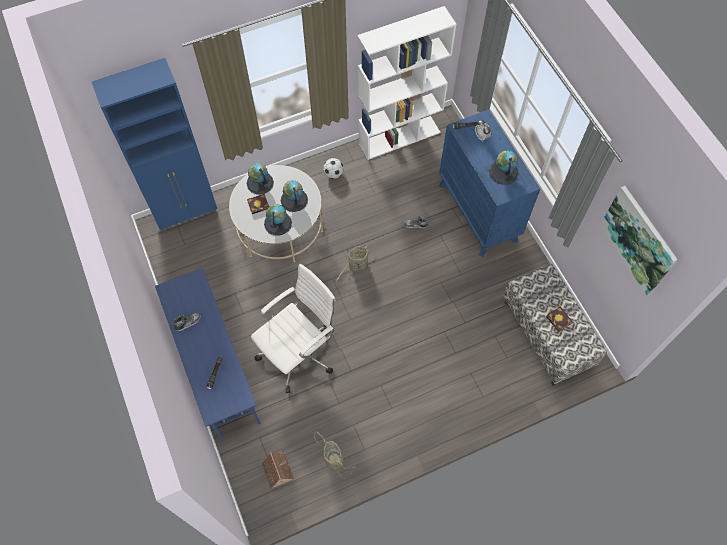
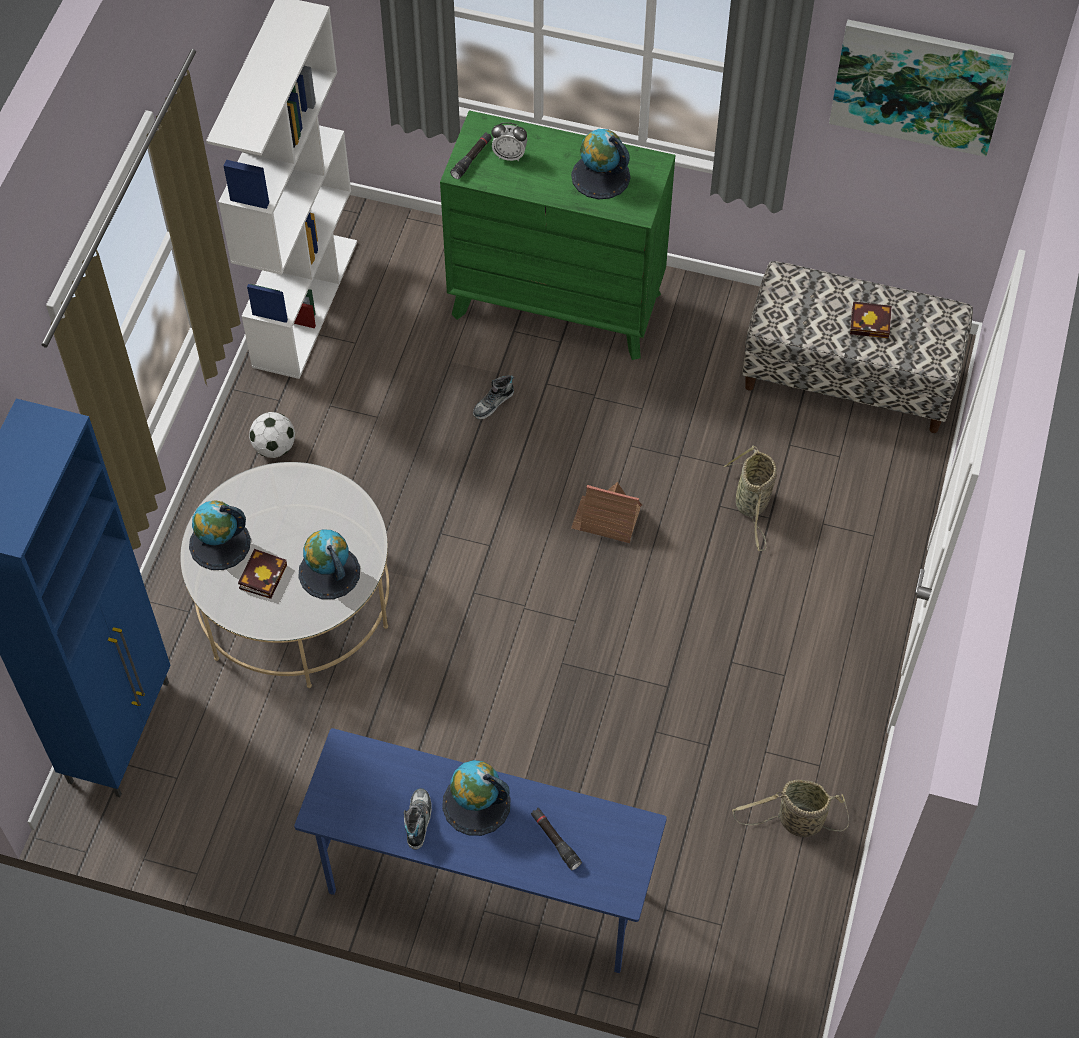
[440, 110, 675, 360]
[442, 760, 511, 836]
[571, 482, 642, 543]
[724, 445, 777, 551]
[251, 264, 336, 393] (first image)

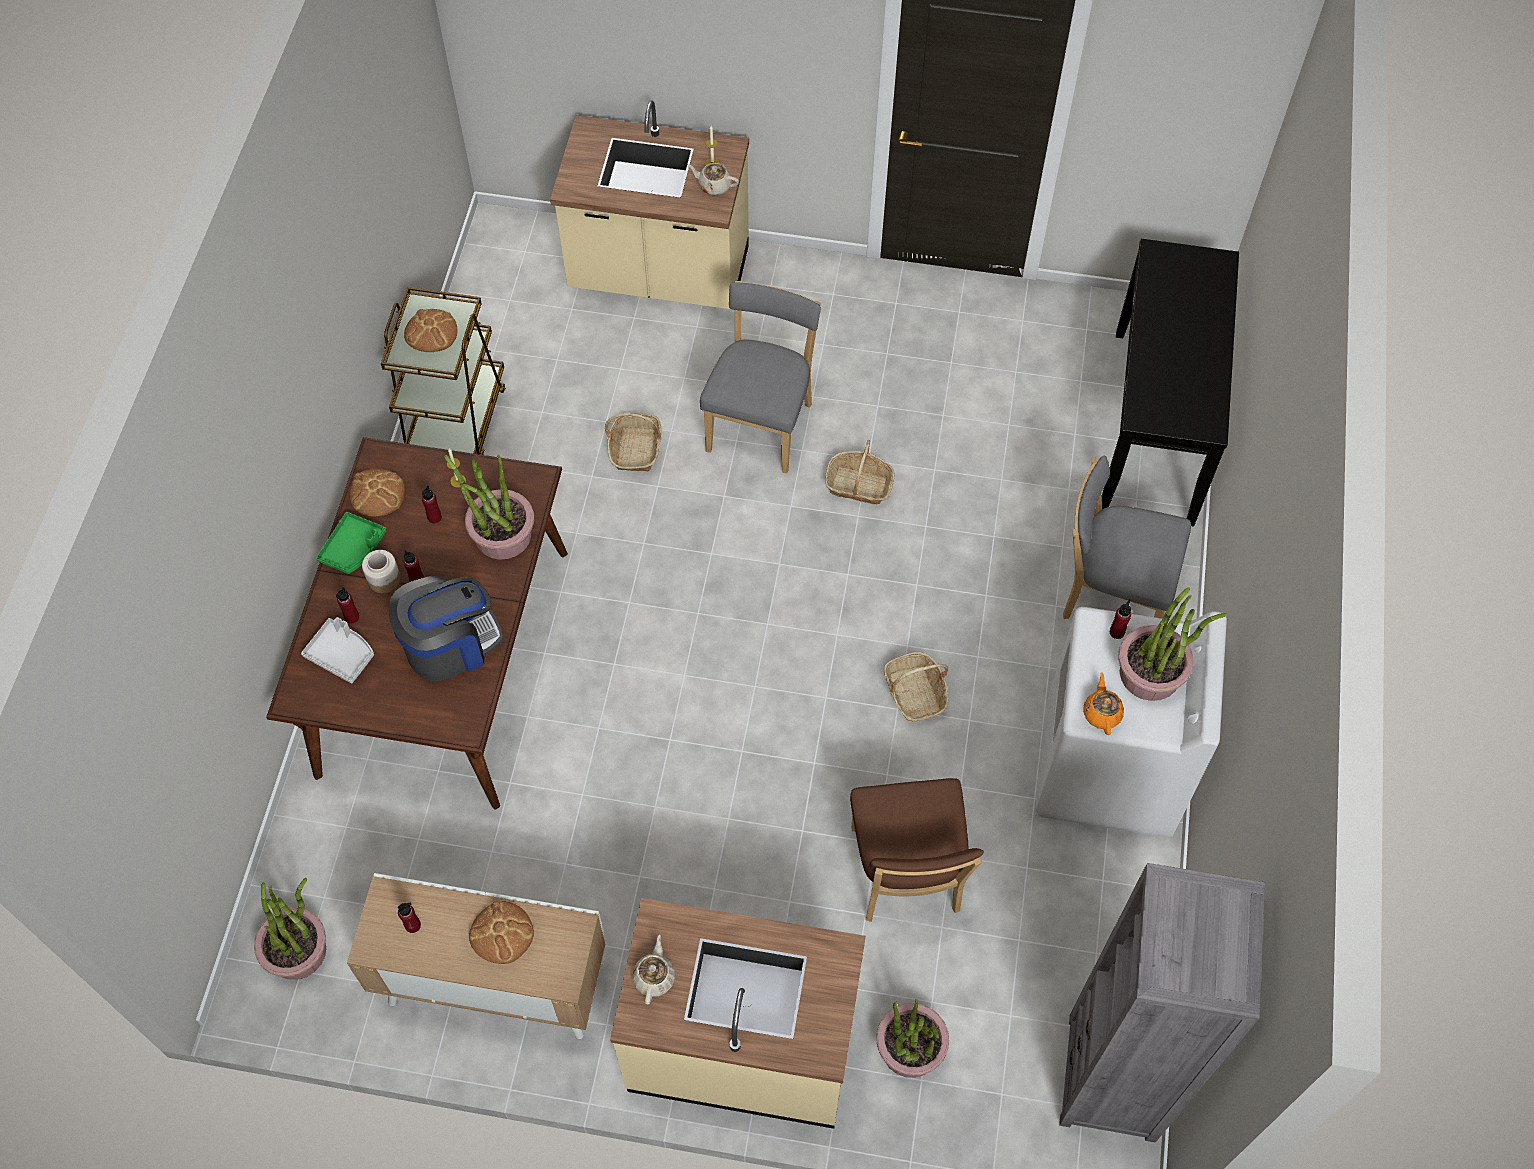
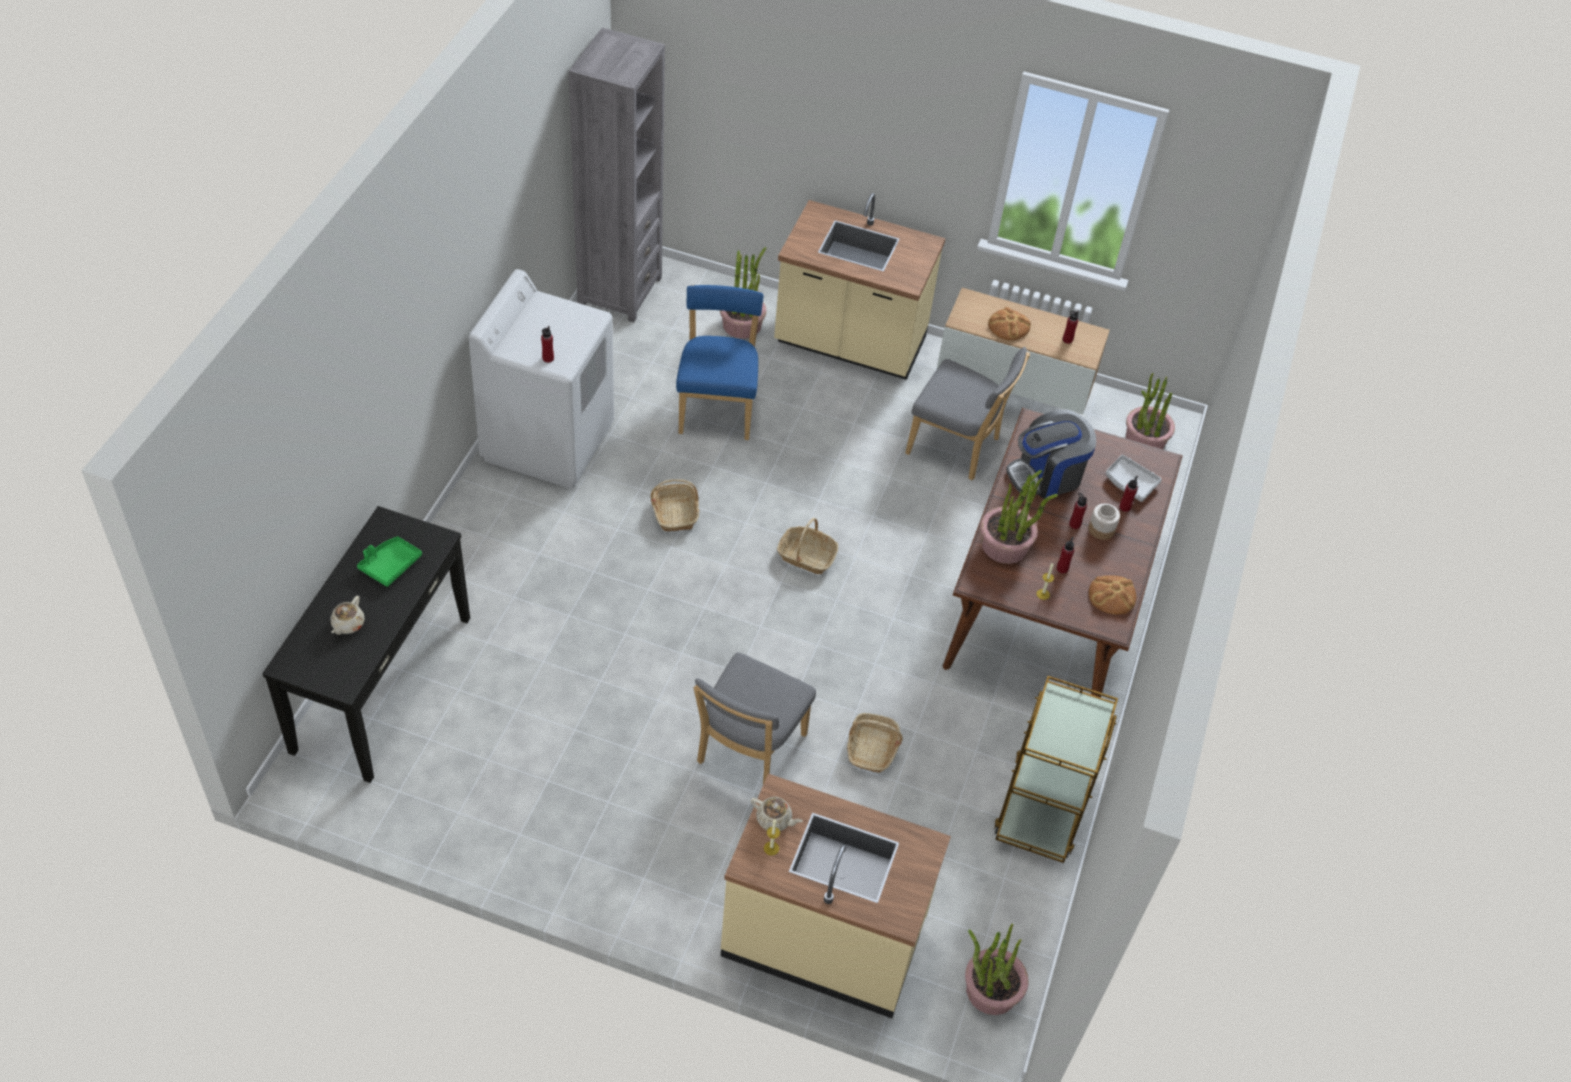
[330, 596, 365, 635]
[357, 537, 422, 587]
[676, 285, 763, 440]
[777, 518, 838, 574]
[905, 347, 1030, 481]
[965, 924, 1029, 1015]
[404, 309, 458, 352] (first image)
[1083, 672, 1124, 735] (first image)

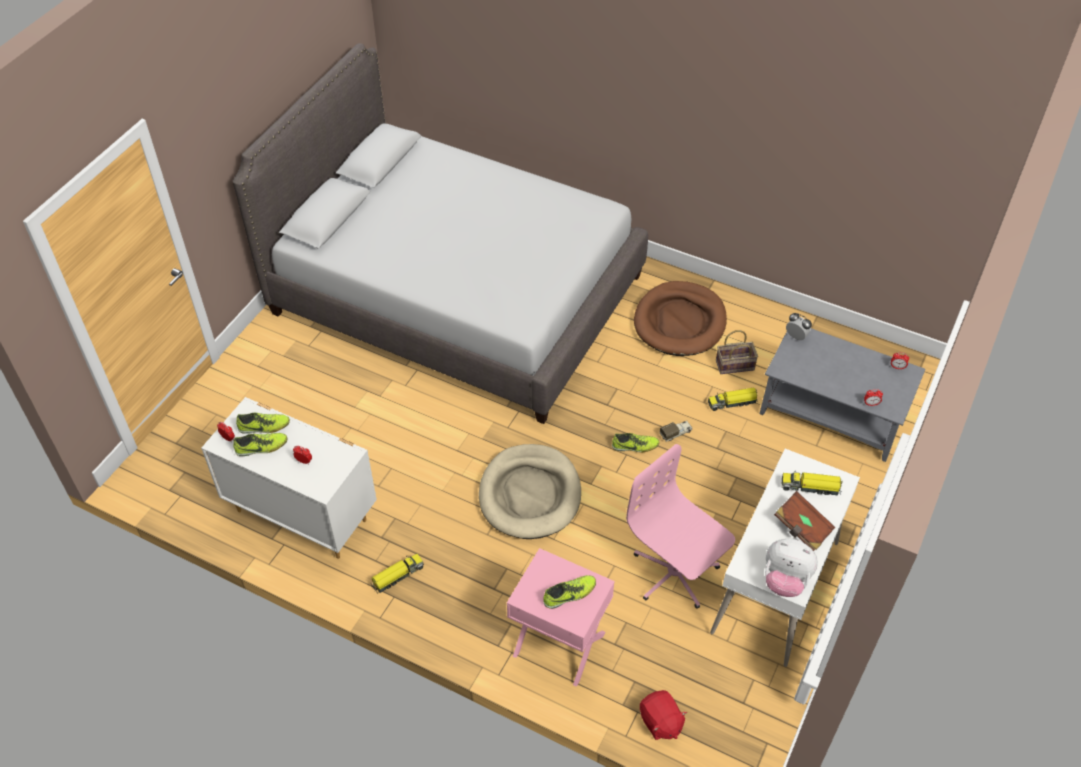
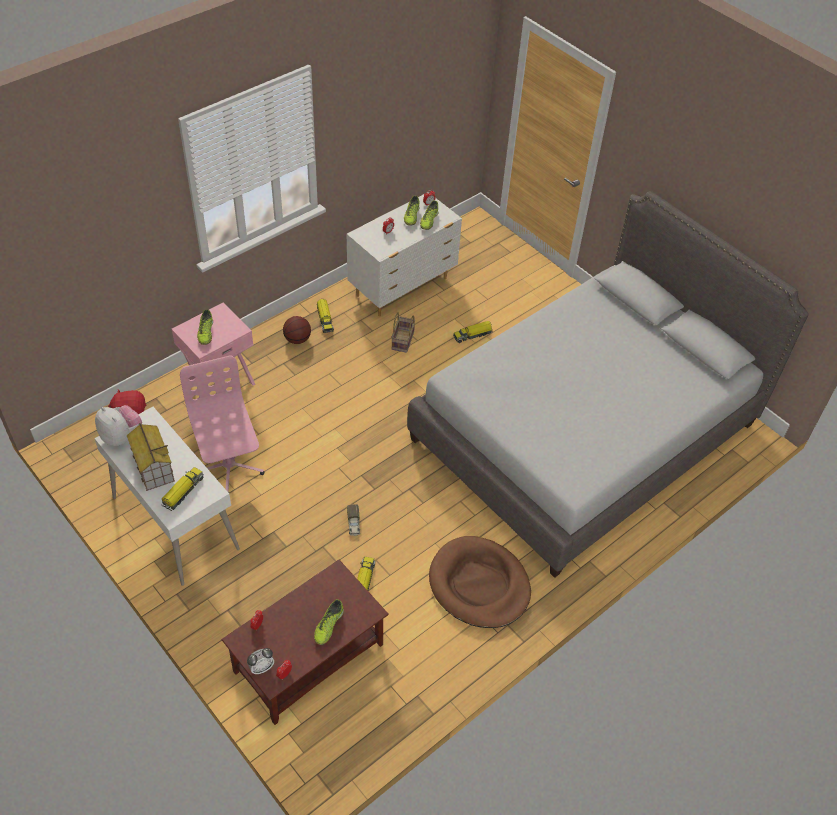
[95, 405, 142, 446]
[127, 423, 175, 491]
[180, 355, 264, 493]
[222, 560, 389, 725]
[247, 648, 274, 675]
[283, 316, 311, 344]
[314, 599, 344, 645]
[391, 312, 415, 353]
[453, 321, 493, 343]
[479, 444, 581, 539] (first image)

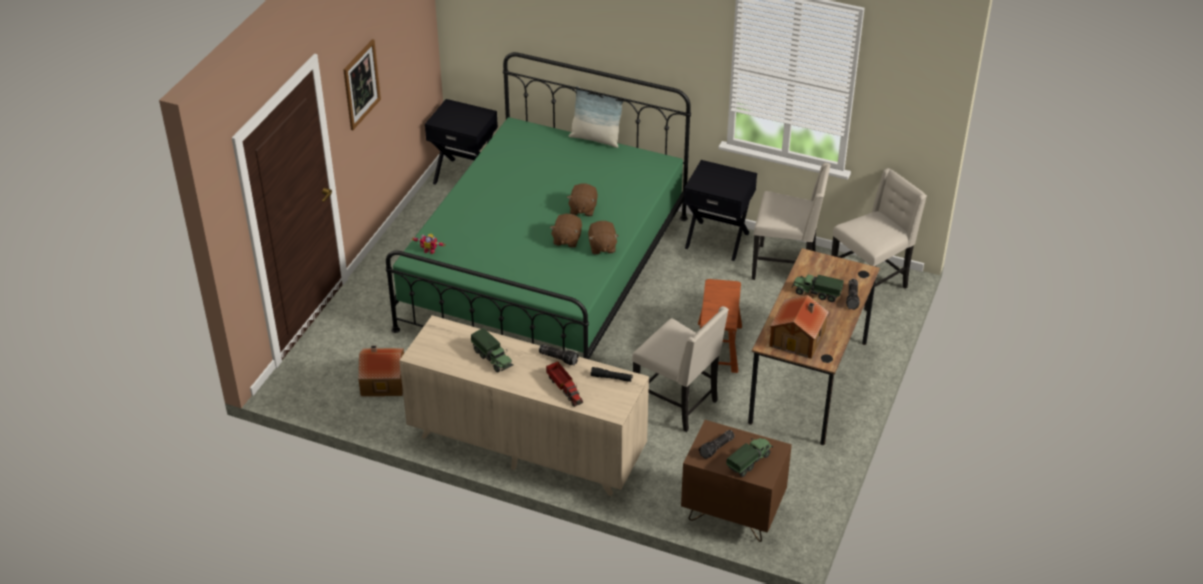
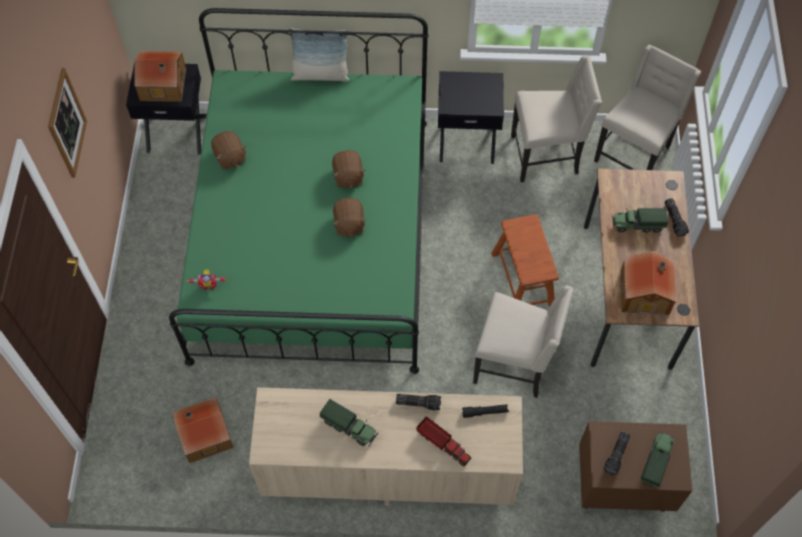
[134, 51, 186, 102]
[211, 131, 246, 169]

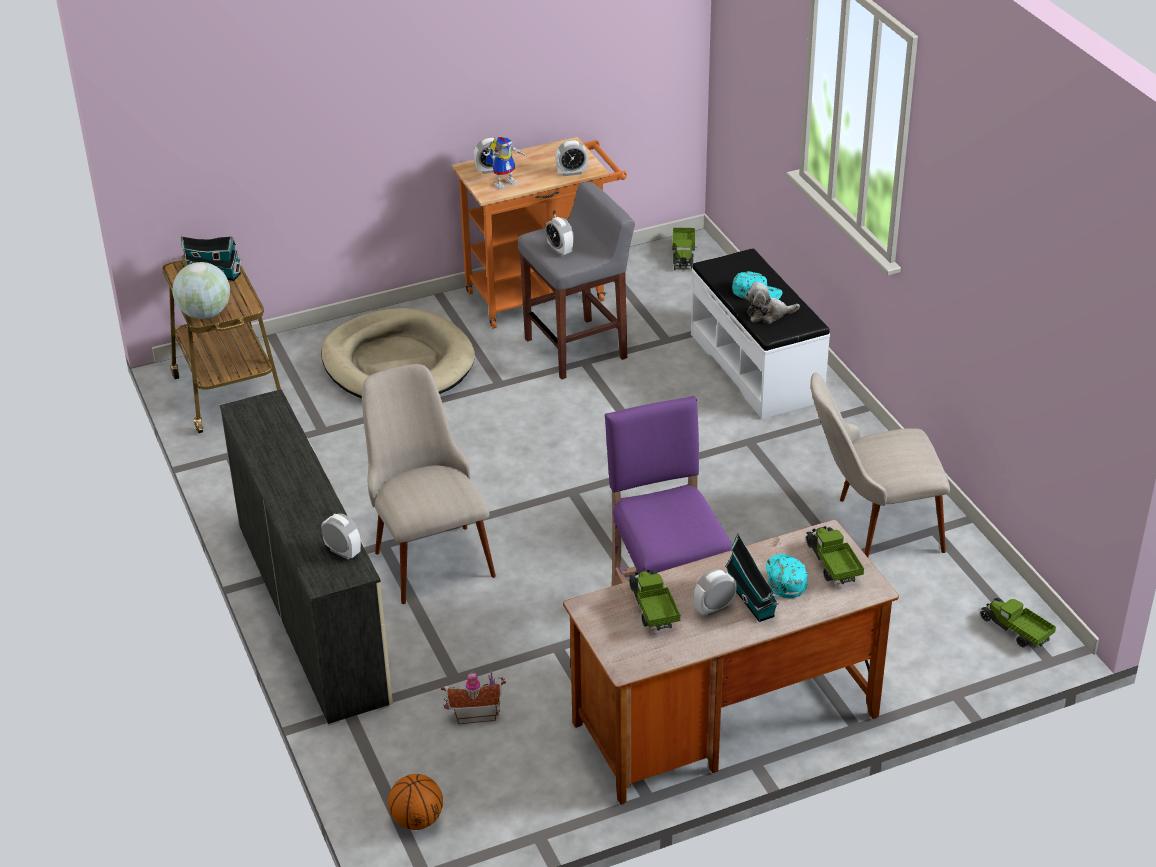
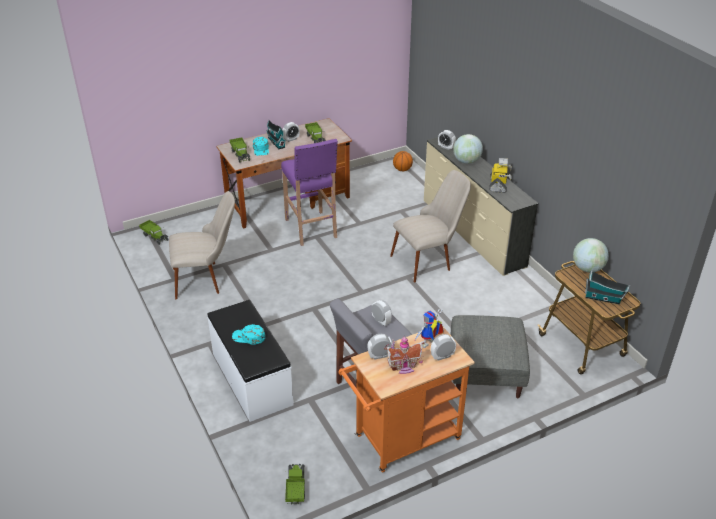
[384, 336, 424, 374]
[390, 170, 471, 282]
[451, 315, 530, 398]
[453, 134, 483, 164]
[489, 158, 512, 193]
[745, 282, 800, 324] (first image)

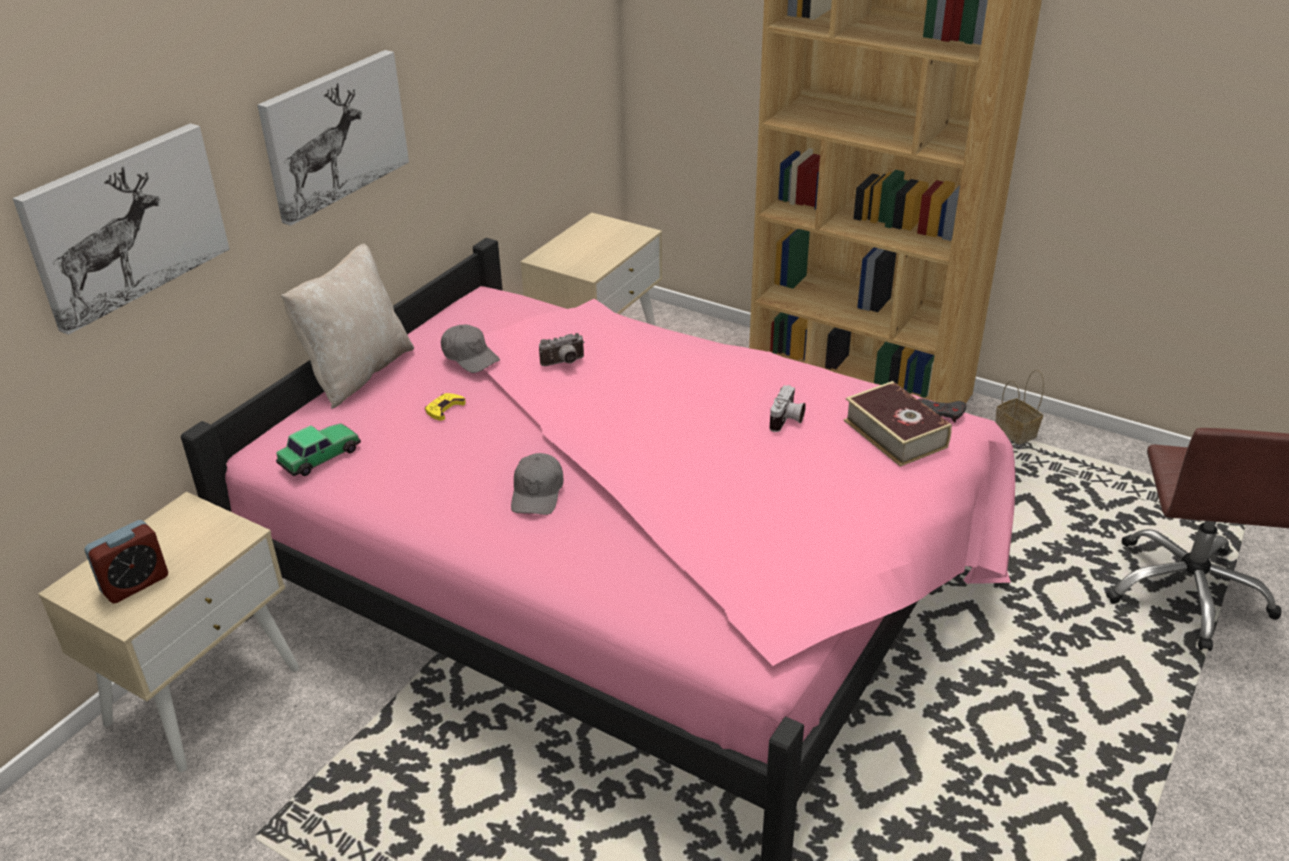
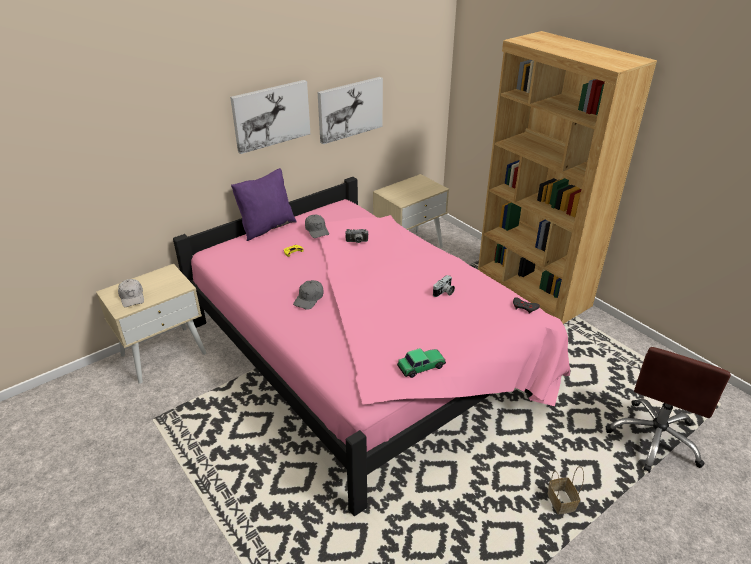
[118, 279, 144, 307]
[231, 168, 296, 241]
[318, 77, 383, 144]
[397, 348, 446, 378]
[548, 466, 584, 514]
[844, 381, 952, 467] (first image)

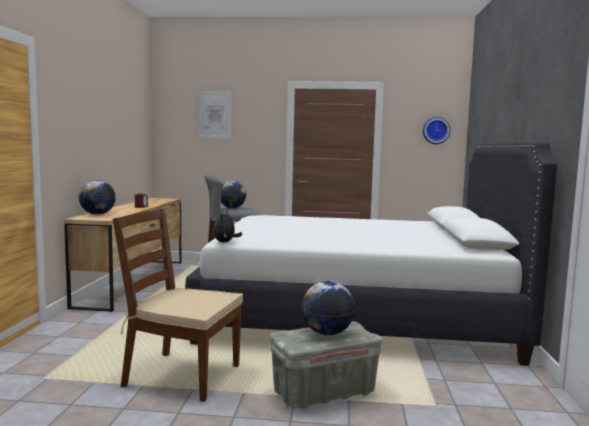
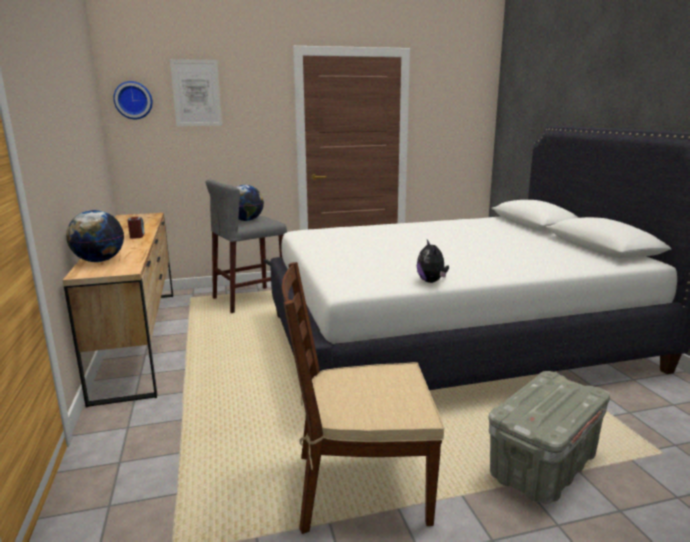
[113, 81, 153, 119]
[417, 240, 449, 283]
[301, 281, 355, 335] (first image)

